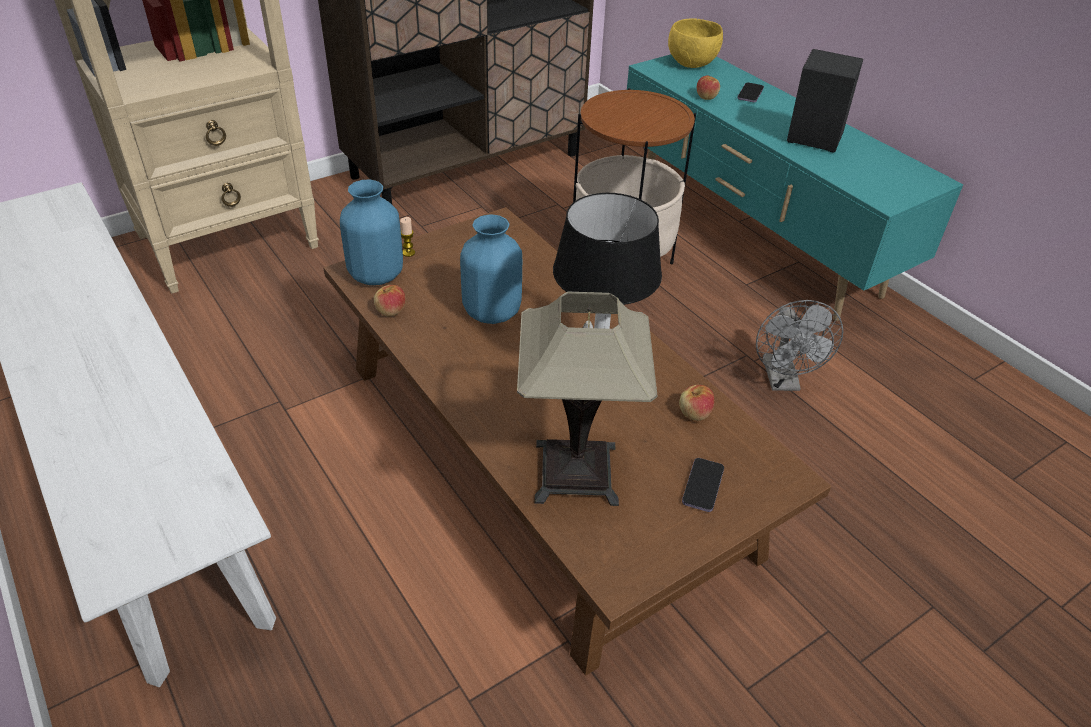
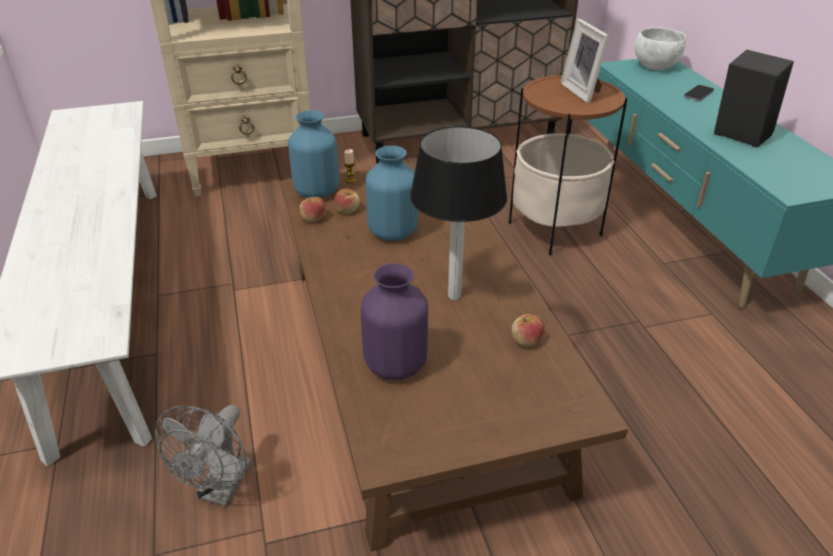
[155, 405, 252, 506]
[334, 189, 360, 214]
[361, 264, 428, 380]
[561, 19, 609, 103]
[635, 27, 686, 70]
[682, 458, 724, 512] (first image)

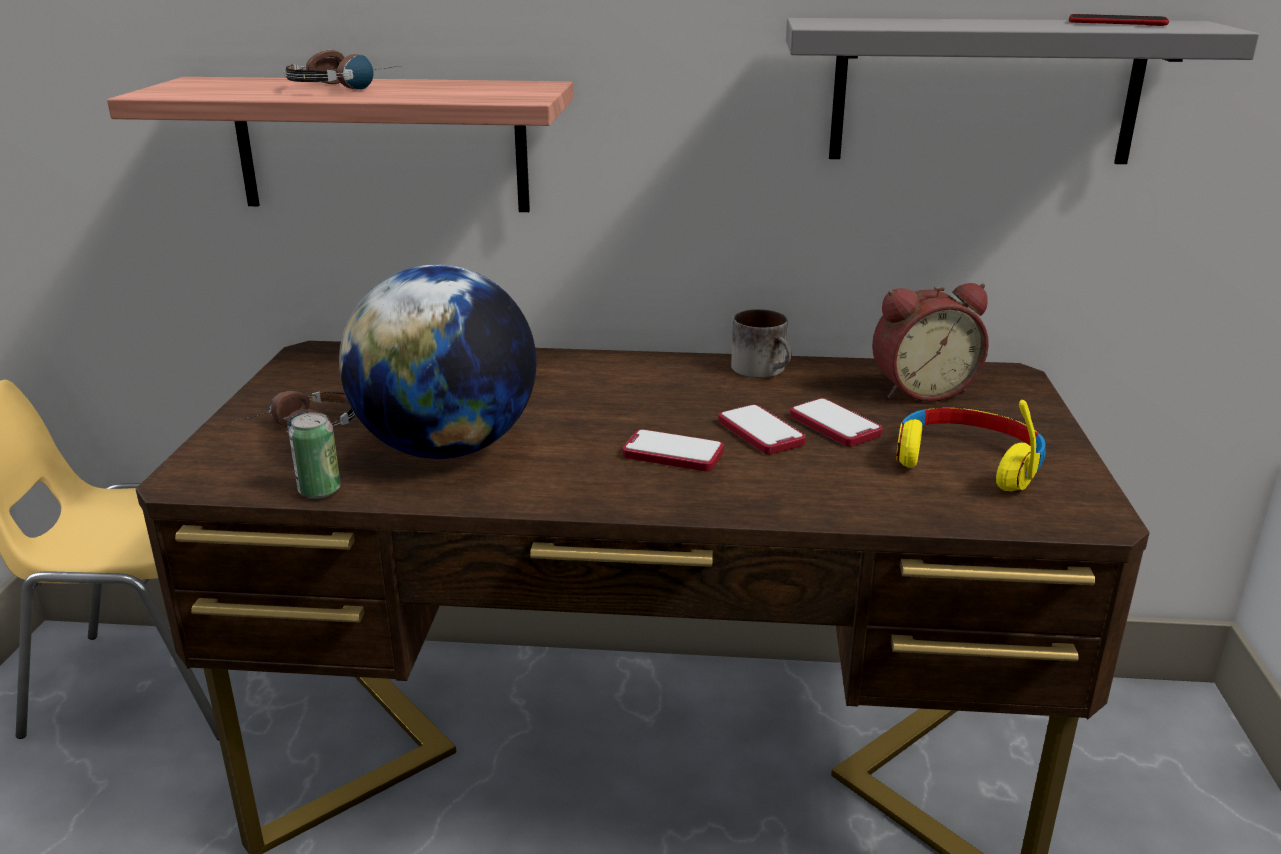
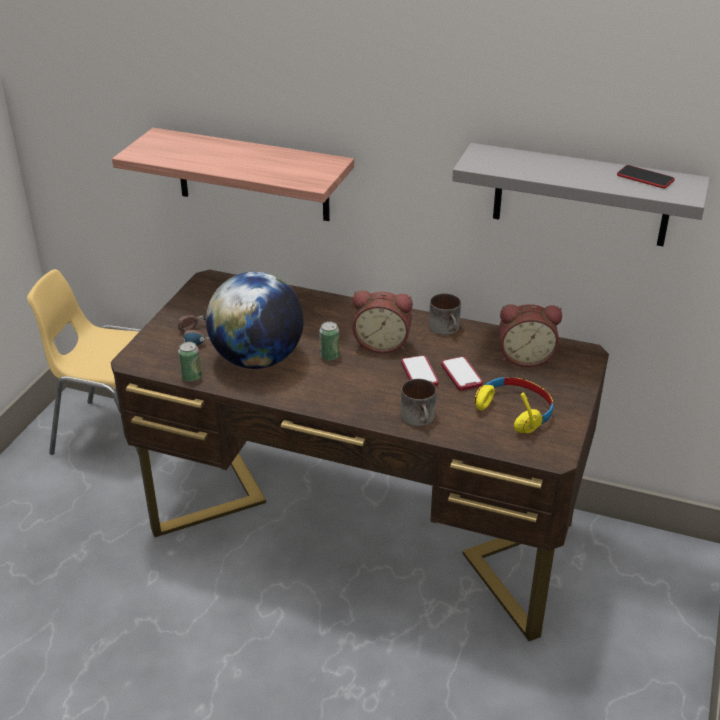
[319, 321, 340, 361]
[352, 290, 413, 353]
[401, 379, 436, 426]
[284, 50, 401, 90] (first image)
[622, 429, 724, 471] (first image)

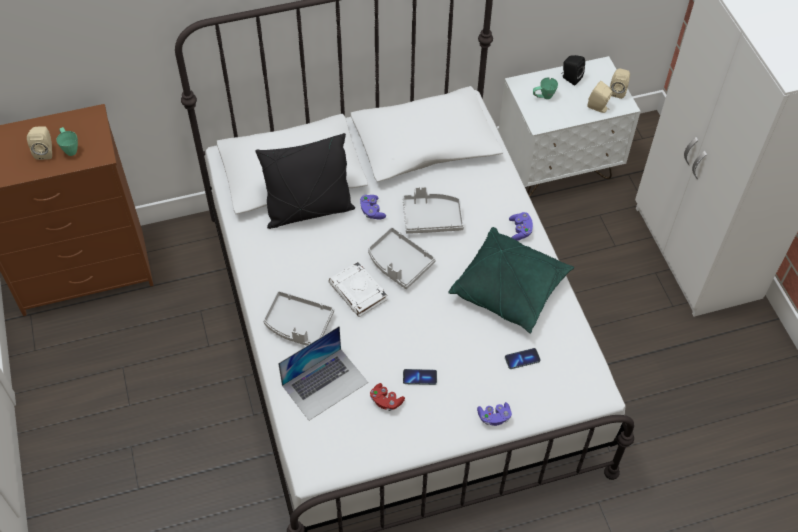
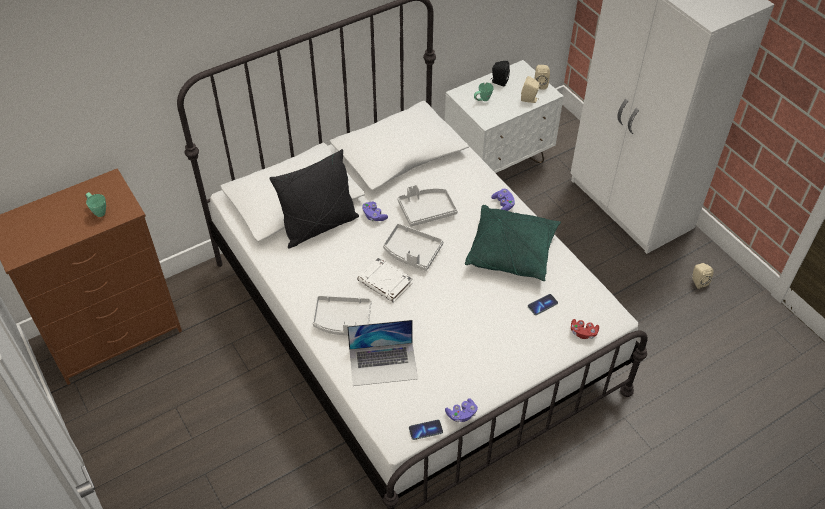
[347, 320, 418, 386]
[409, 420, 443, 440]
[445, 398, 478, 422]
[571, 319, 599, 339]
[692, 263, 714, 289]

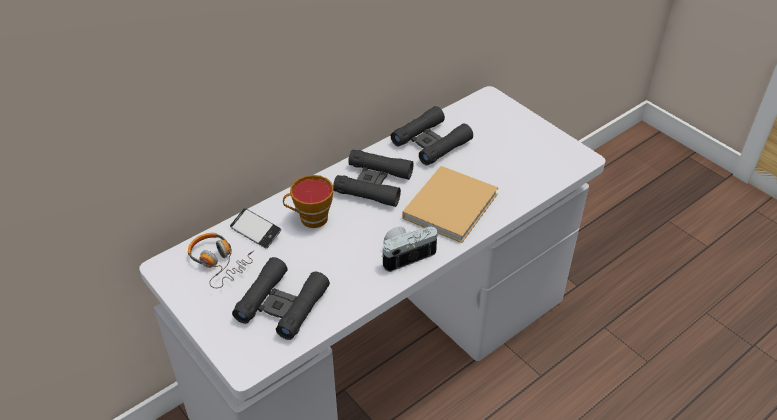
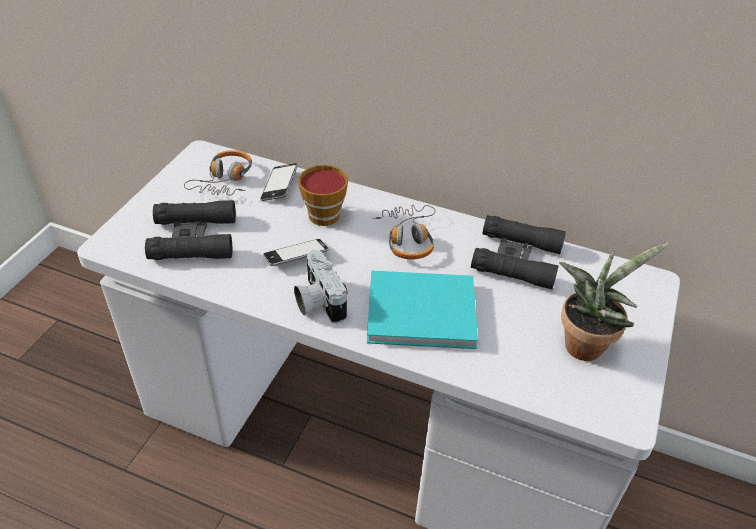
[263, 239, 329, 266]
[294, 250, 348, 324]
[367, 271, 478, 349]
[373, 205, 435, 259]
[559, 242, 669, 361]

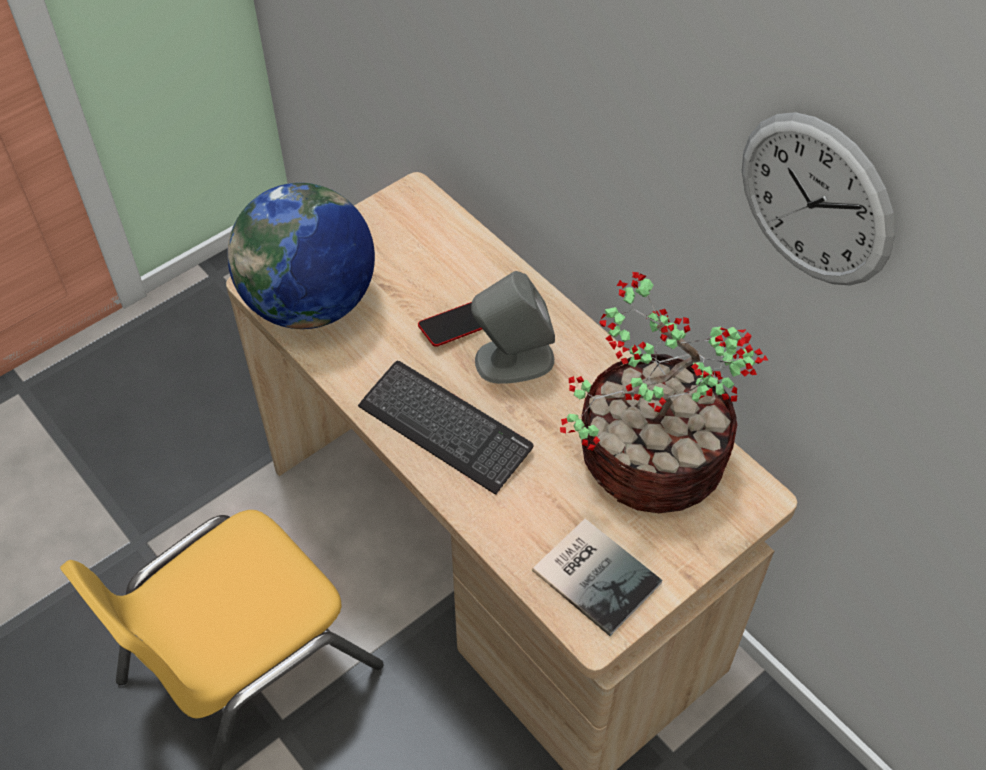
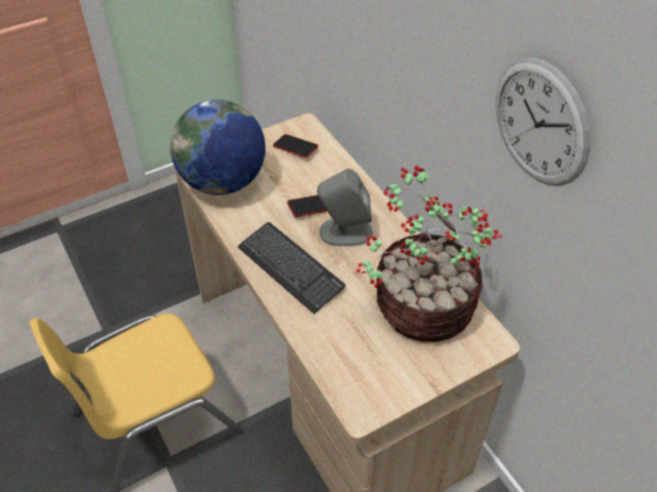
[273, 134, 318, 158]
[532, 519, 662, 636] (first image)

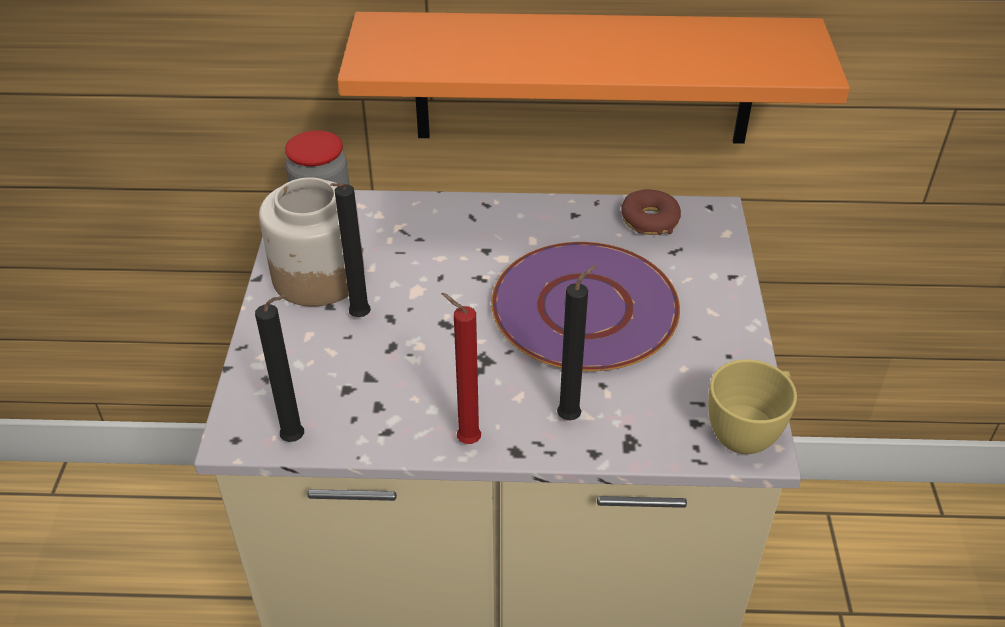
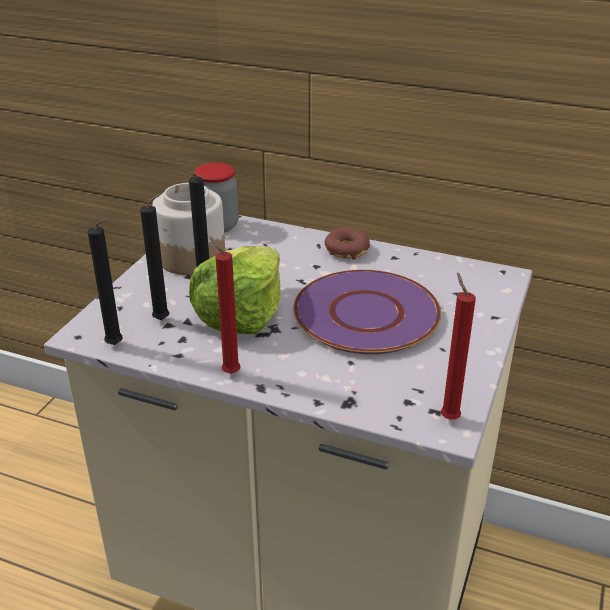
[140, 193, 169, 320]
[189, 246, 281, 334]
[325, 228, 370, 260]
[440, 272, 476, 420]
[337, 12, 850, 144] (first image)

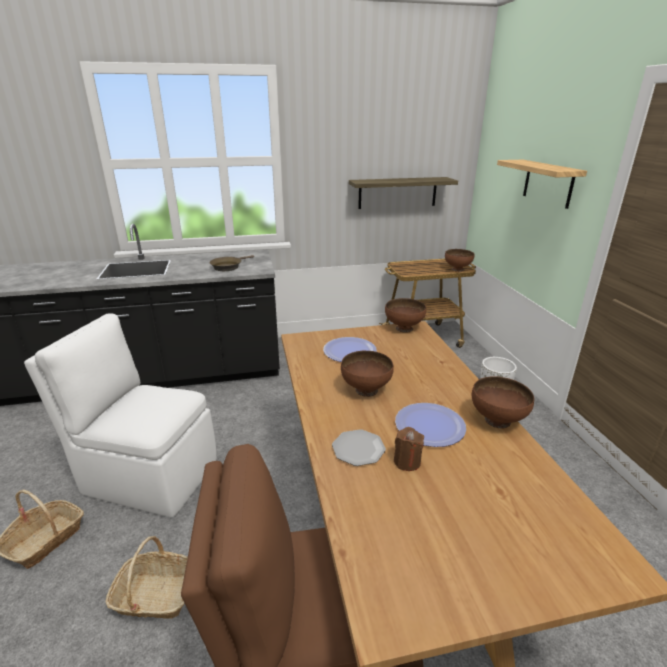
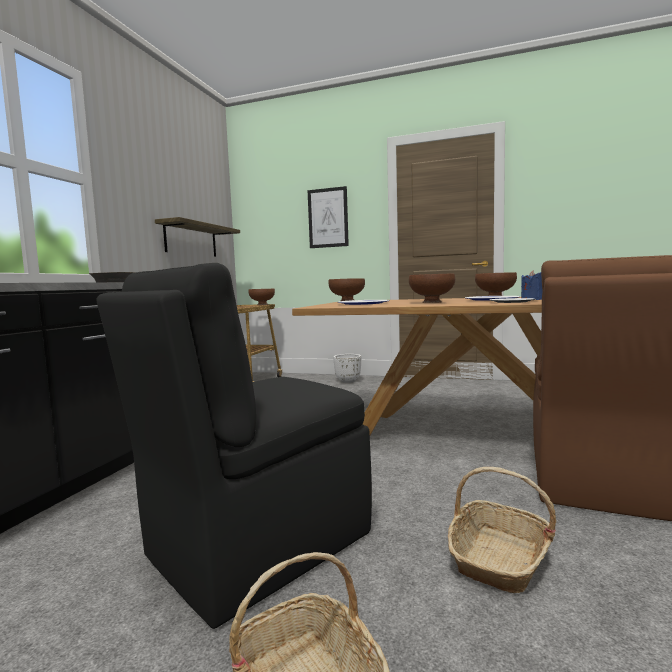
[97, 263, 372, 629]
[308, 186, 349, 248]
[521, 270, 543, 300]

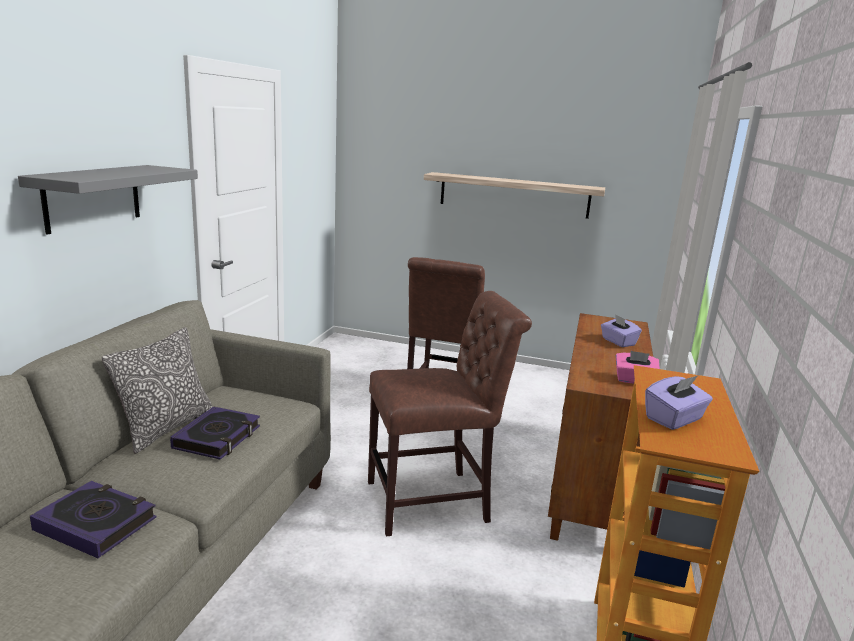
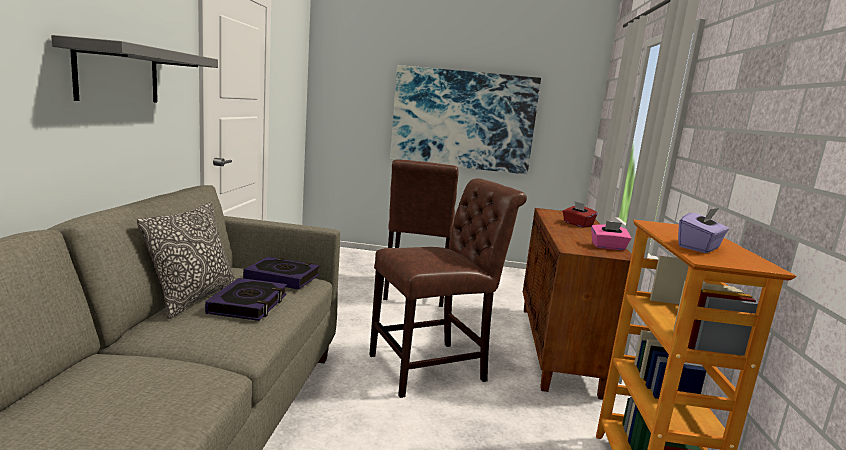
[243, 257, 320, 290]
[390, 65, 541, 174]
[562, 201, 598, 228]

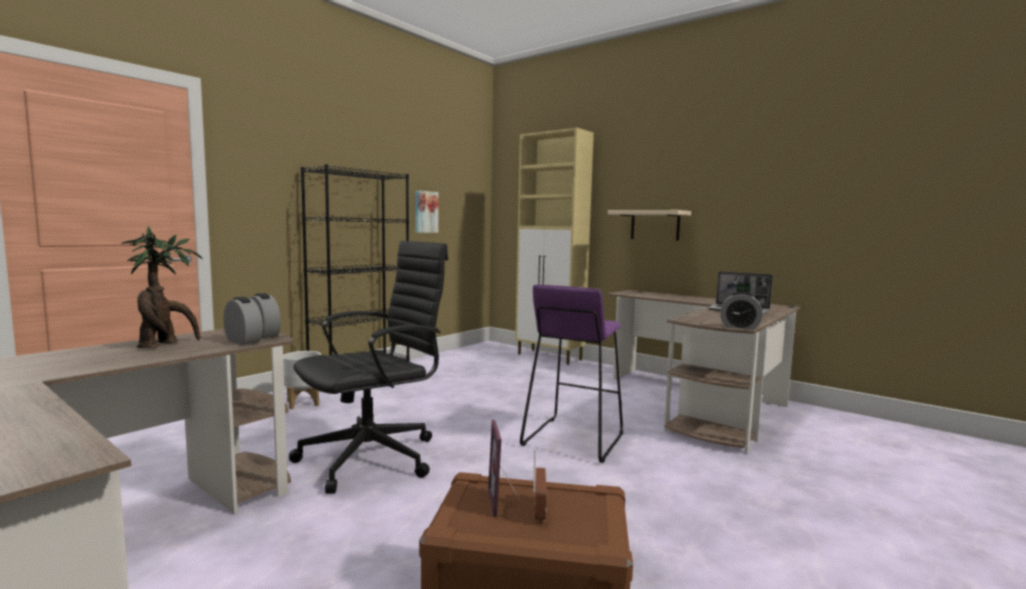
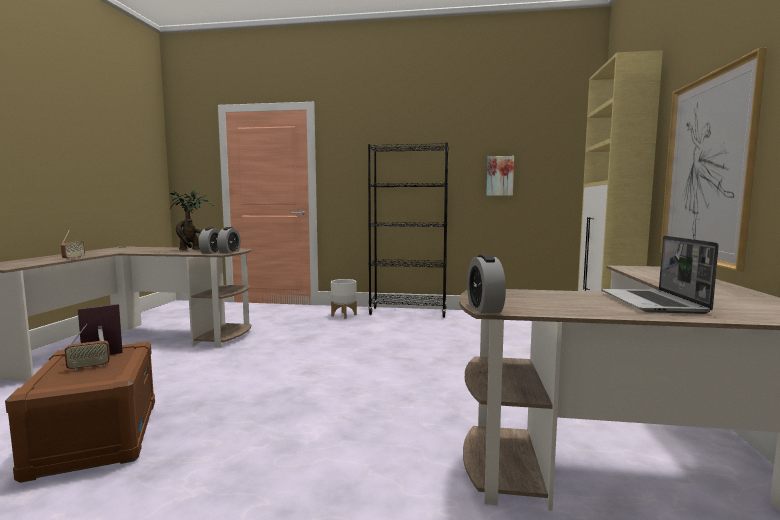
[61, 230, 85, 260]
[660, 48, 767, 271]
[289, 241, 448, 494] (first image)
[520, 285, 623, 463] (first image)

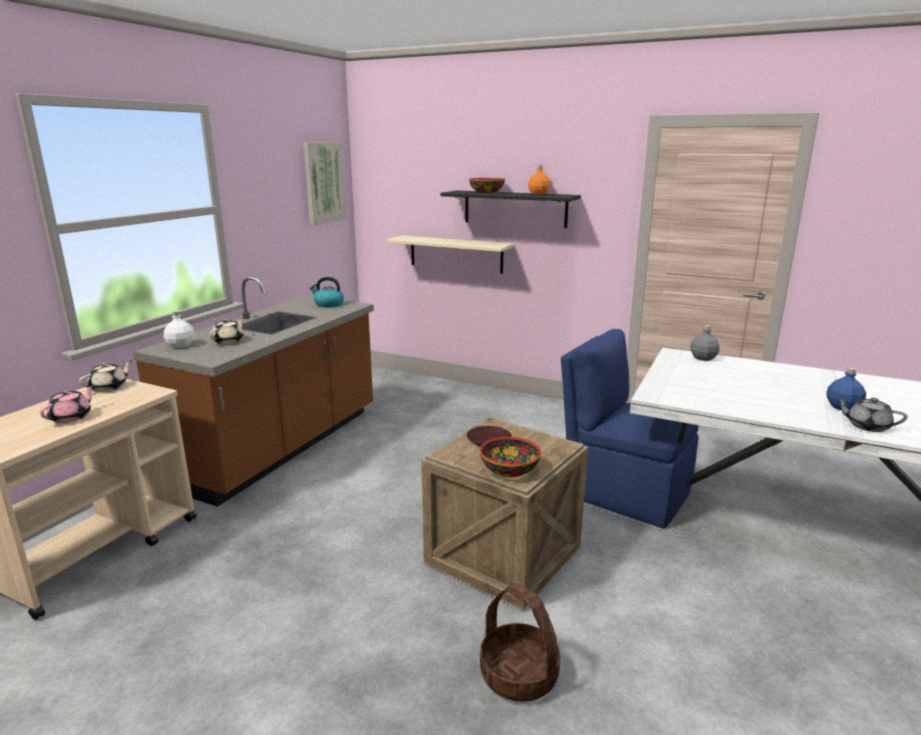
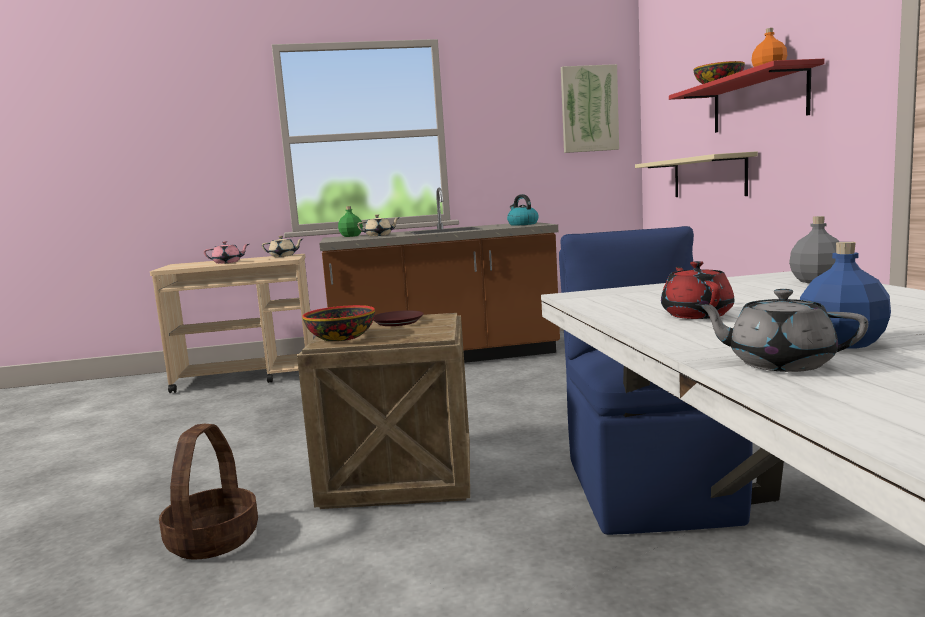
[338, 206, 363, 237]
[661, 261, 734, 319]
[669, 59, 825, 133]
[695, 289, 868, 372]

